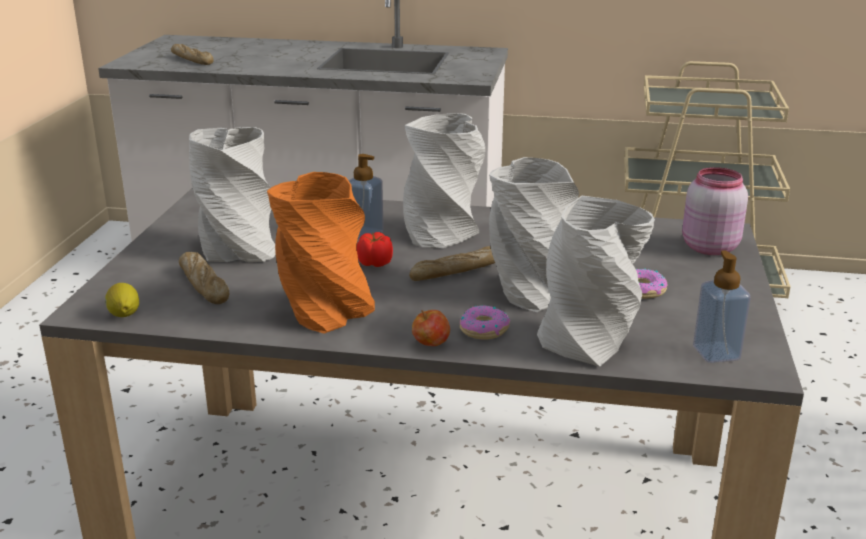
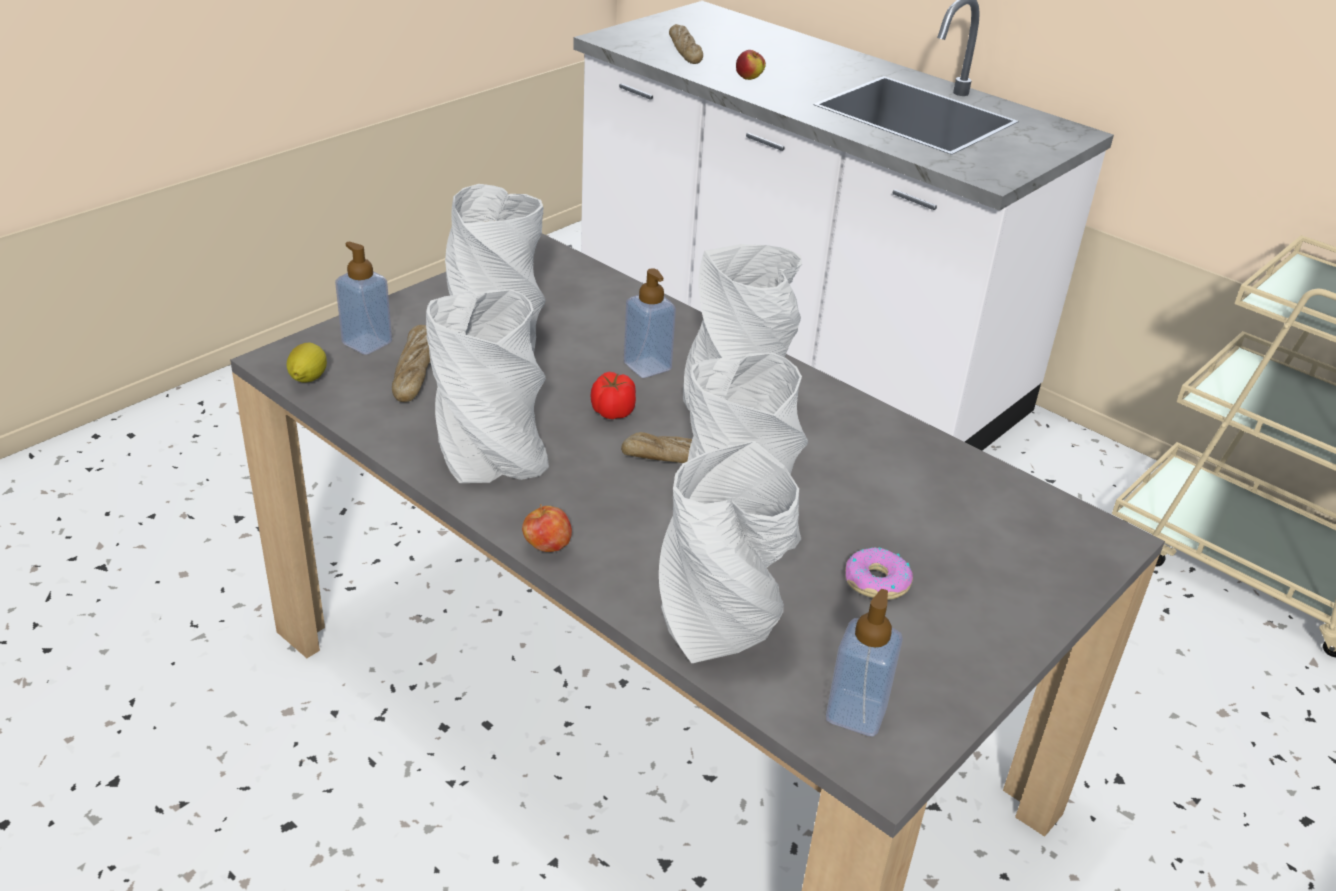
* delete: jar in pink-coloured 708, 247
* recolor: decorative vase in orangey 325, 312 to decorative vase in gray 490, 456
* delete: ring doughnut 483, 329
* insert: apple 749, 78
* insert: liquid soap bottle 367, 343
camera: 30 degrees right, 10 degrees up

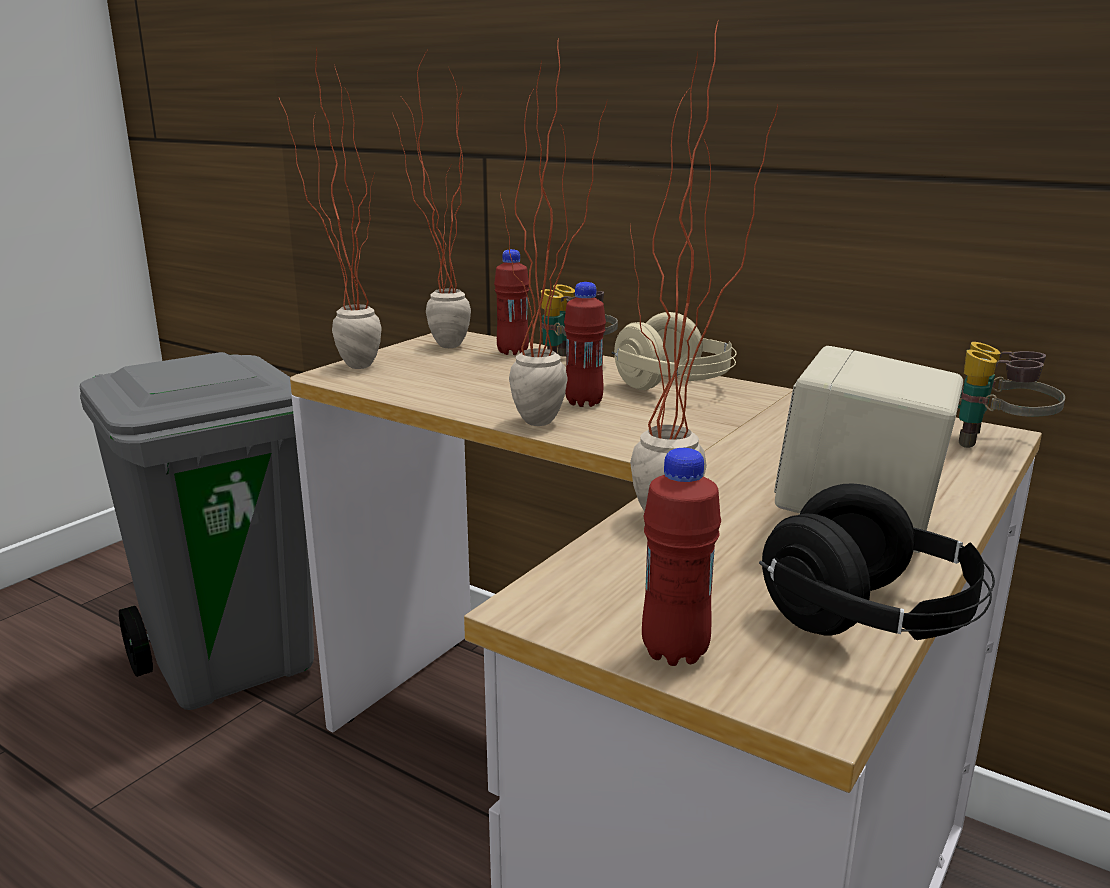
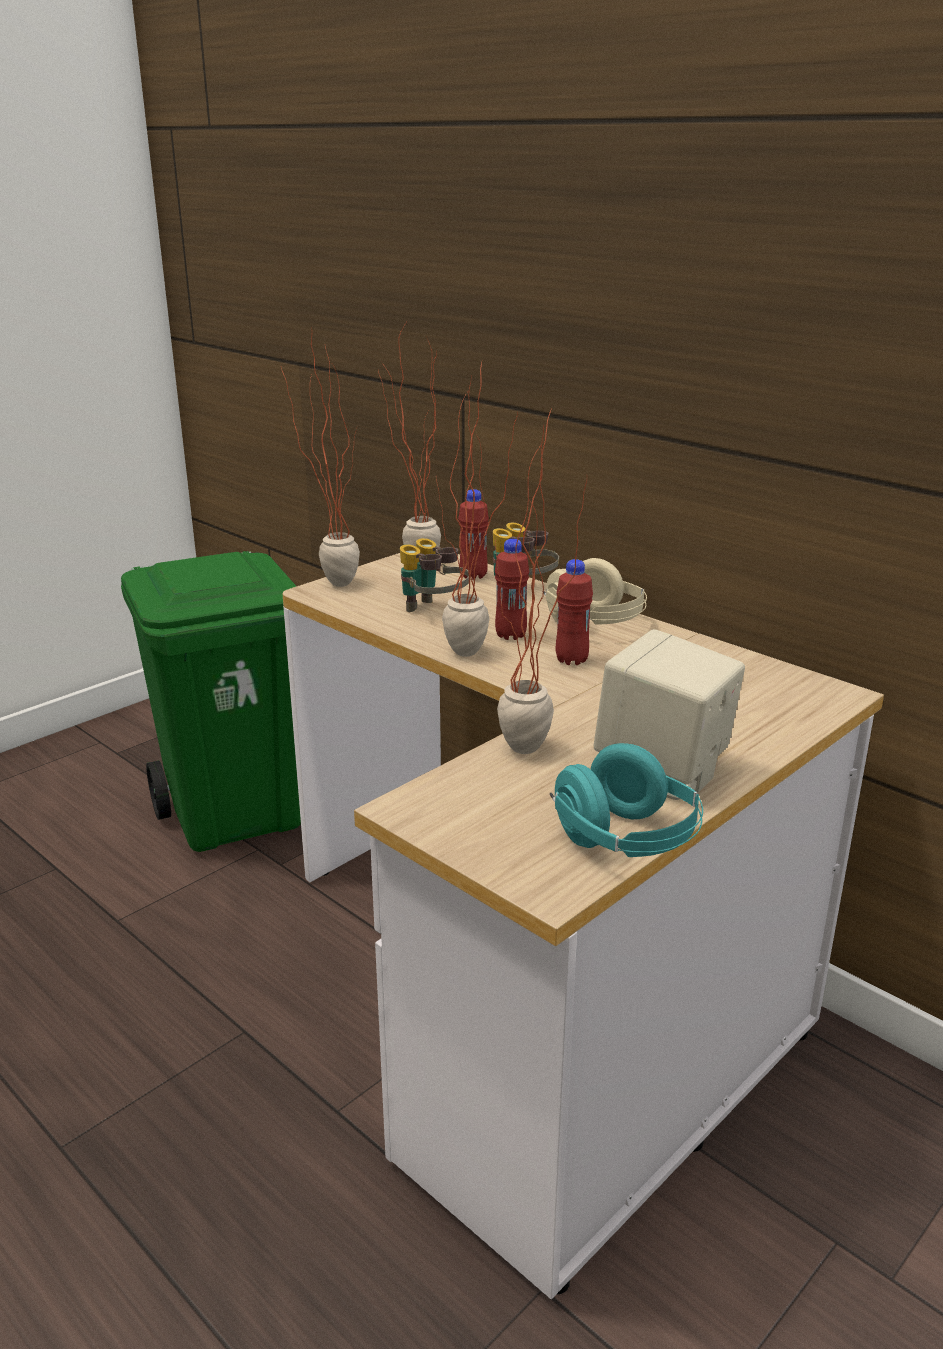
* move: pair of binoculars 996, 444 to 432, 611
* recolor: waste bin in gray 234, 662 to waste bin in greenish 237, 815
* move: drink bottle in reddish 675, 652 to 571, 660
* recolor: pair of headphones in blackish 870, 621 to pair of headphones in turquoise-coloured 626, 841
camera: 10 degrees right, 5 degrees up

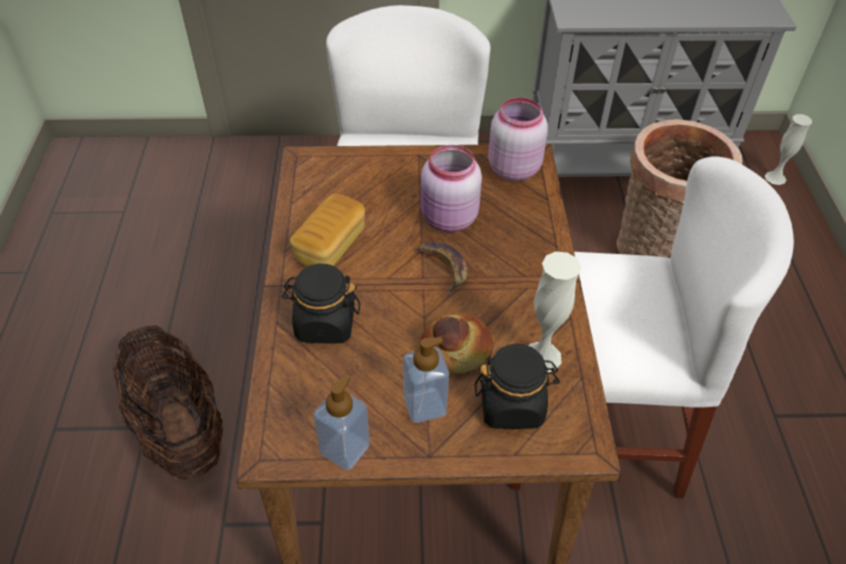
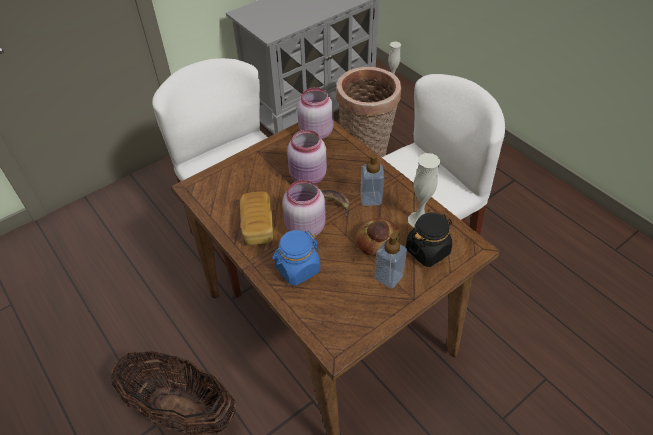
* recolor: jar in blackish 324, 324 to jar in blue 297, 269
* move: liquid soap bottle 345, 449 to 371, 198
* insert: jar in pink-coloured 304, 228
camera: 35 degrees left, 0 degrees up

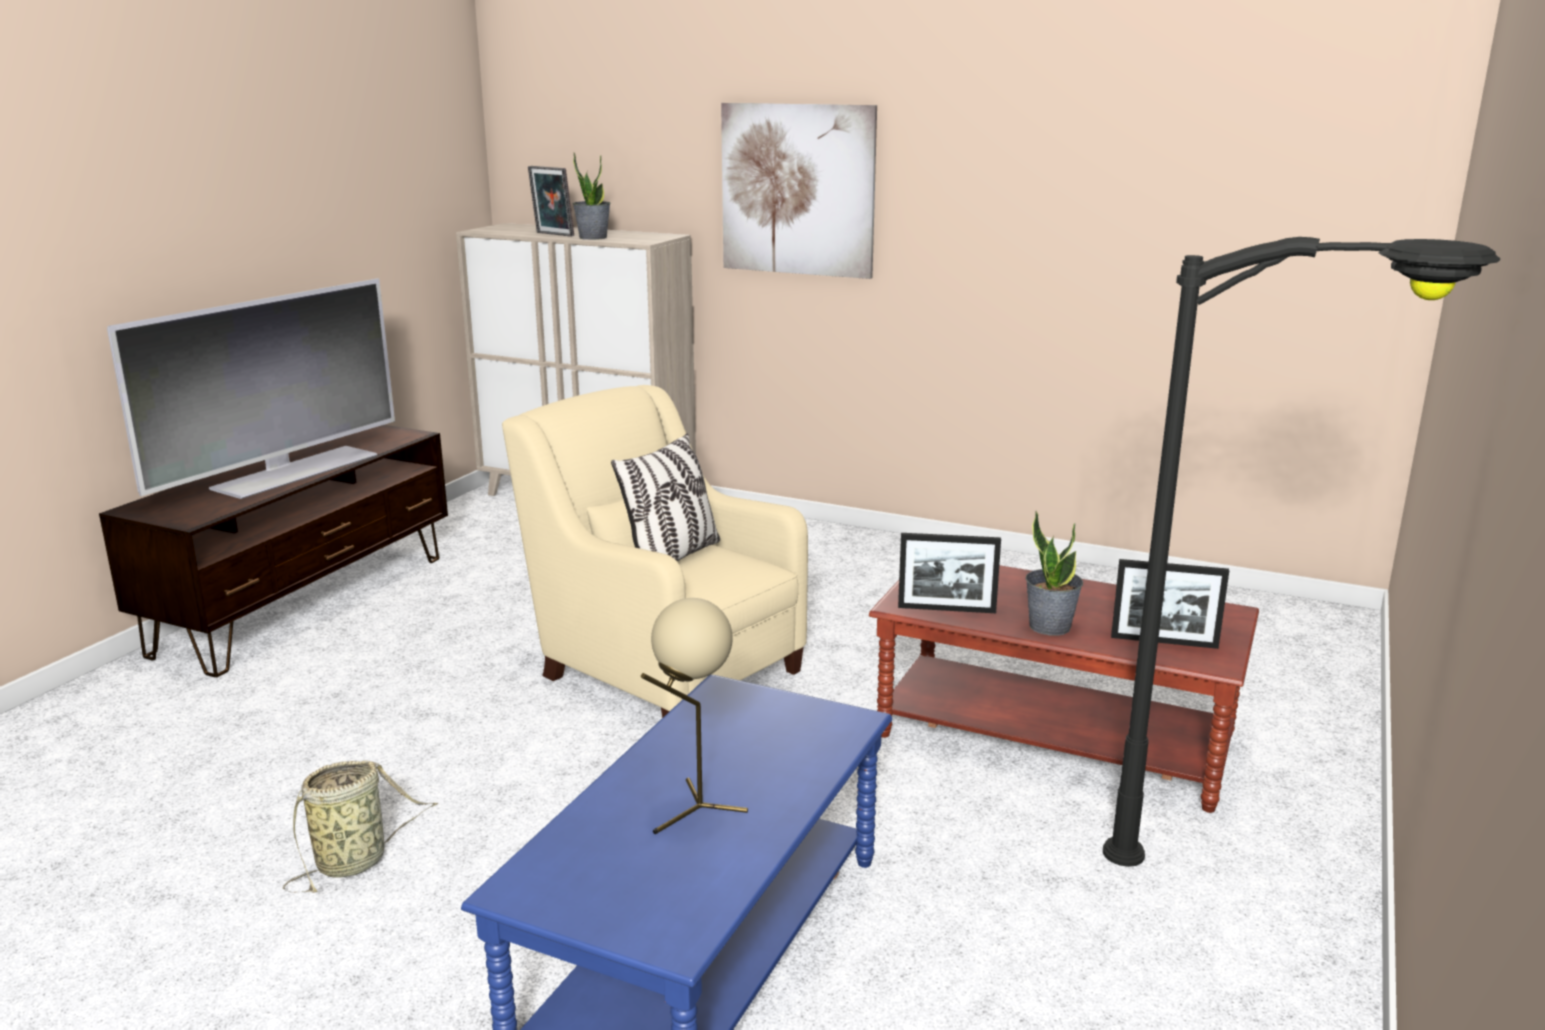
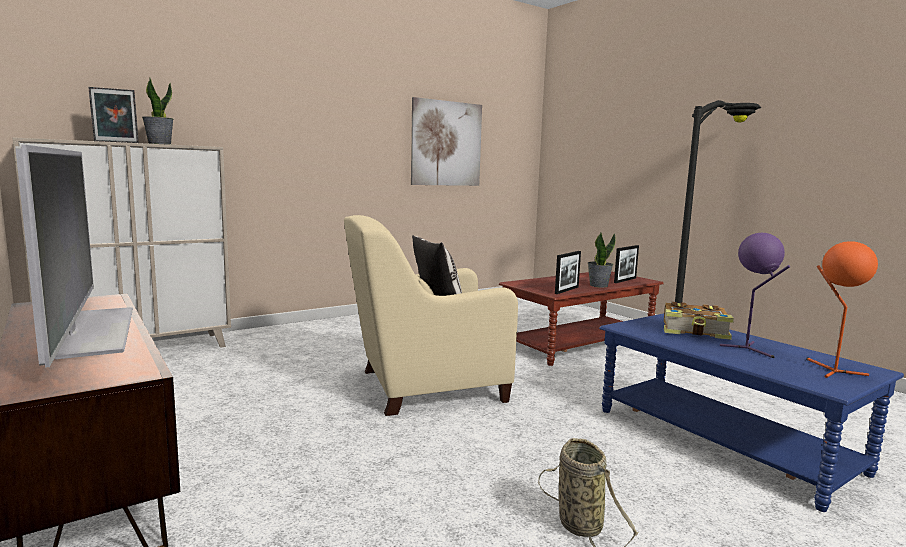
* move: wall picture 797, 190 to 446, 143
* recolor: lamp for a table in beige 694, 810 to lamp for a table in purplish 750, 349
* insert: lamp for a table in orangey 831, 370
* insert: bound book 695, 331
camera: 60 degrees left, 10 degrees down

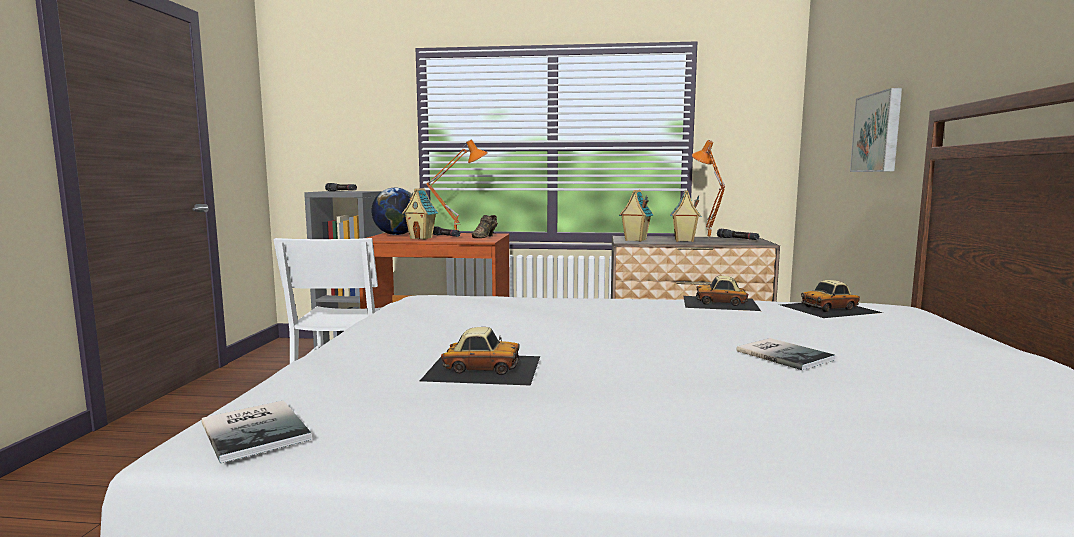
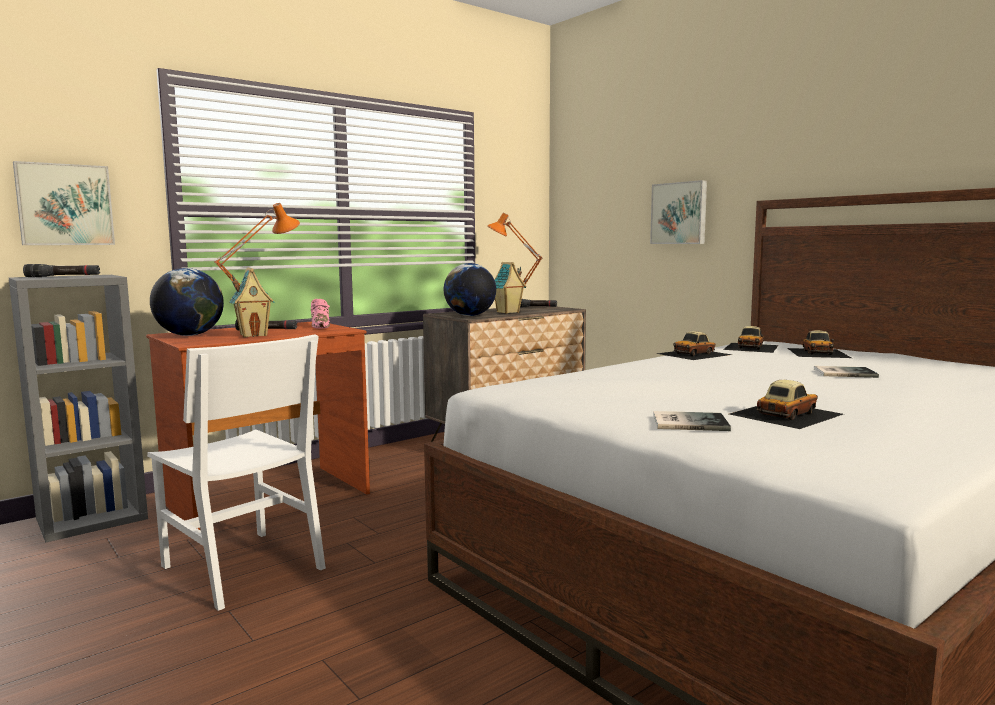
* replace: miniature house 635, 240 to world globe 470, 315
* recolor: shoe in brown 485, 237 to shoe in pink-coloured 320, 326
* move: bound book 258, 430 to 687, 422
* insert: wall picture 65, 205
* insert: model car 818, 352
camera: 45 degrees left, 0 degrees up

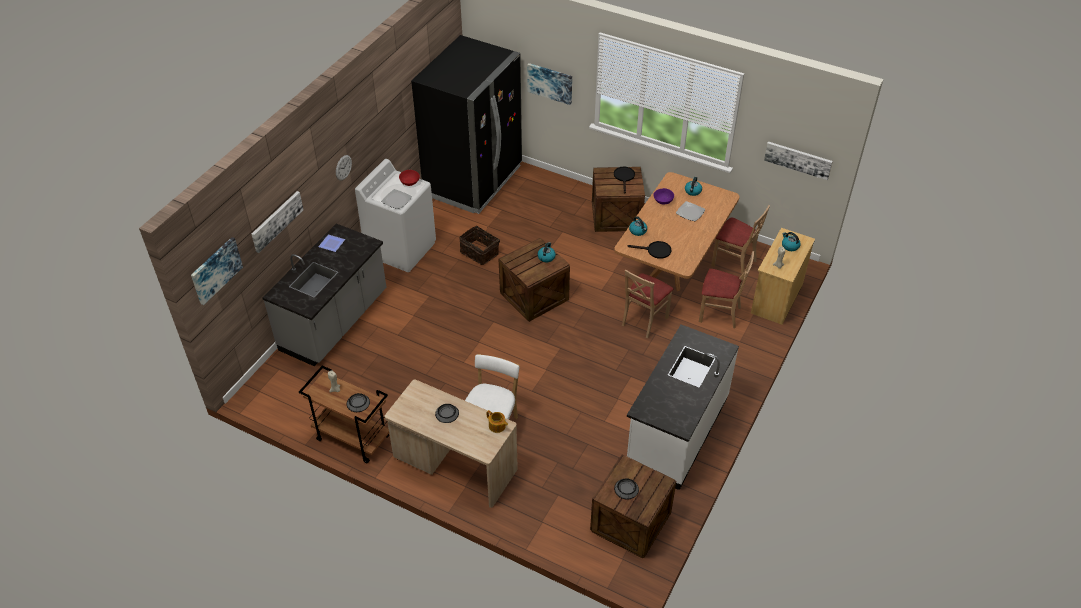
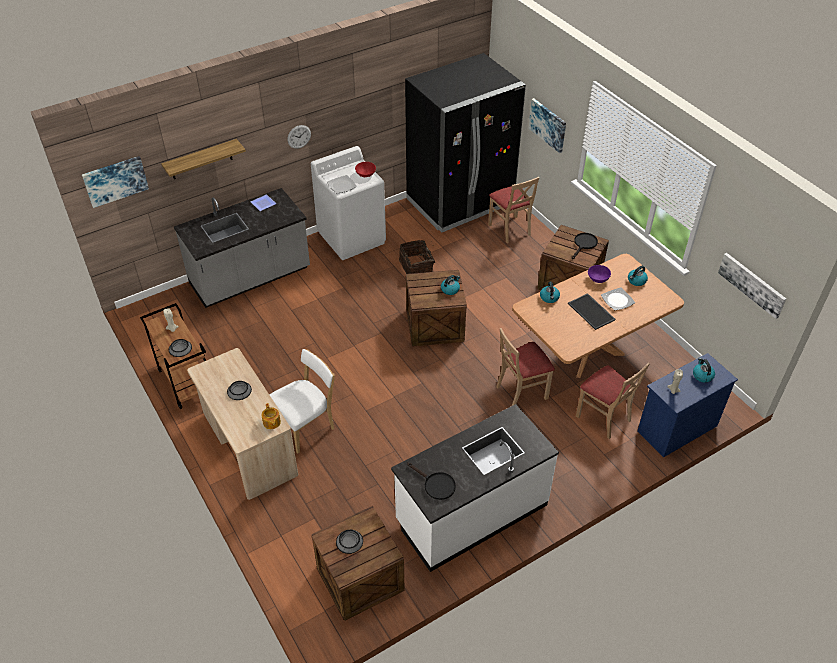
* replace: wall picture 276, 221 to shelf 201, 160
* move: chair in beige 734, 262 to 510, 229
* recolor: dresser in beige 776, 299 to dresser in blue 676, 428
* move: skillet in blackish 655, 251 to 435, 485
* insert: serving tray 592, 311
camera: 30 degrees right, 0 degrees up

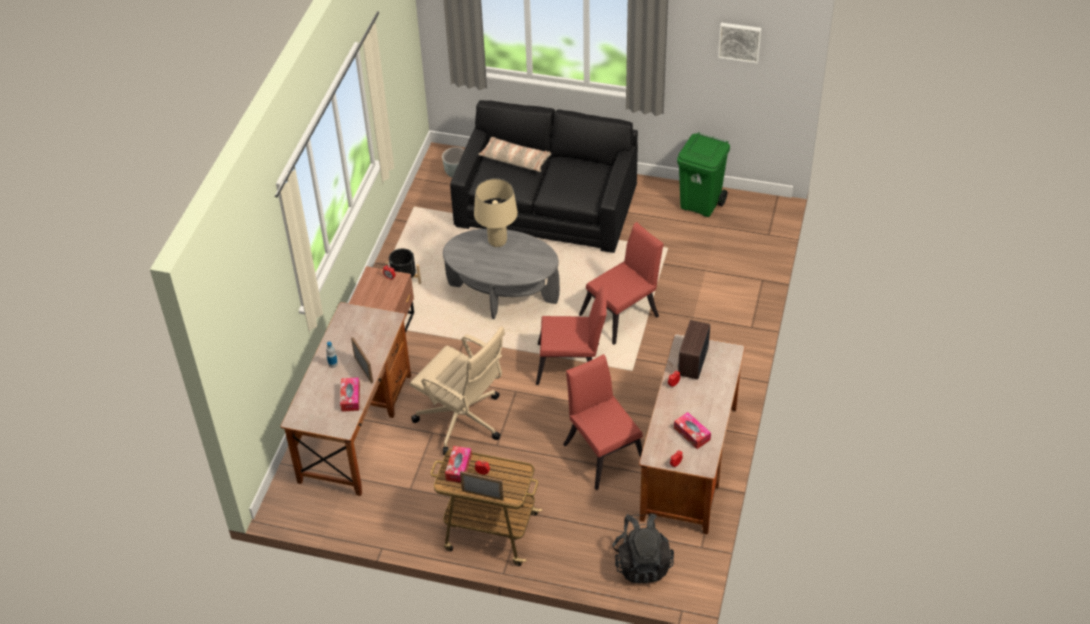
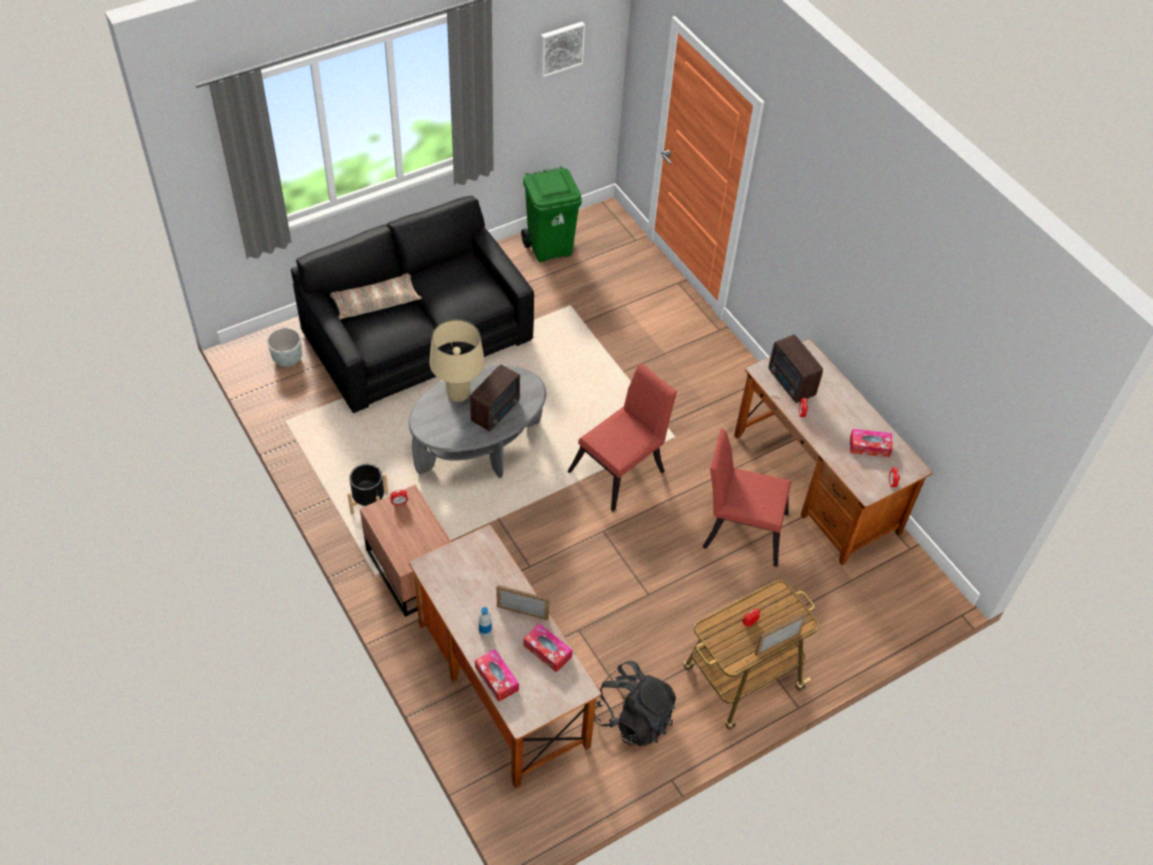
* delete: chair in reddish 623, 314
* delete: office chair in beige 463, 421
* move: tissue box 458, 468 to 496, 678
* move: backpack in blackish 642, 563 to 633, 717
* insert: radio receiver 497, 411
camera: 50 degrees left, 5 degrees up

